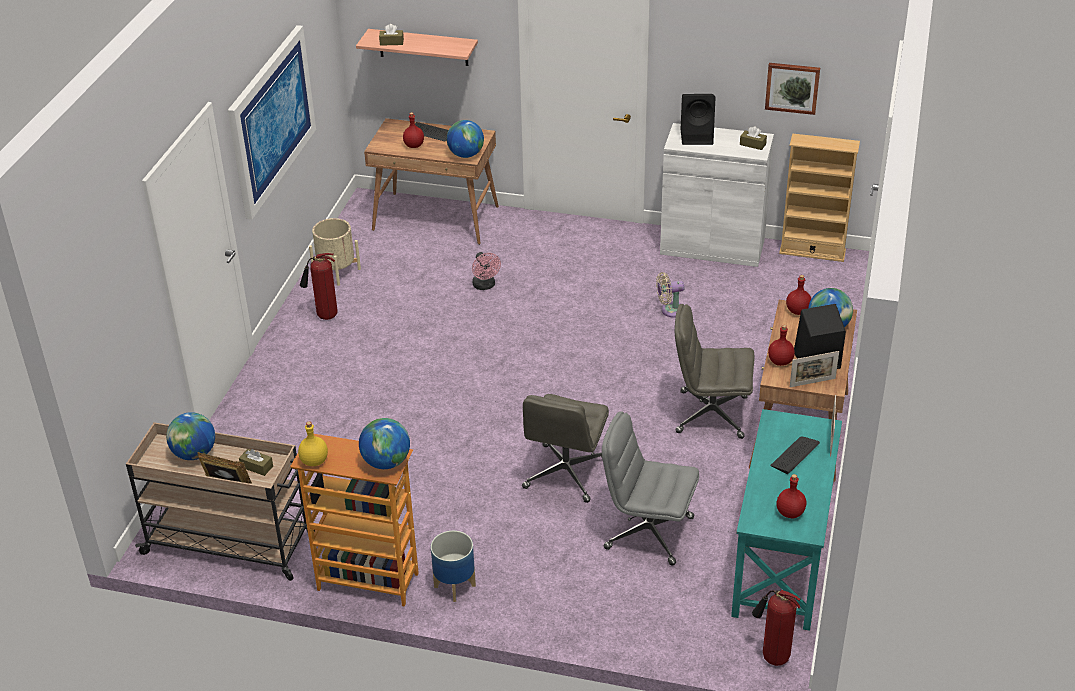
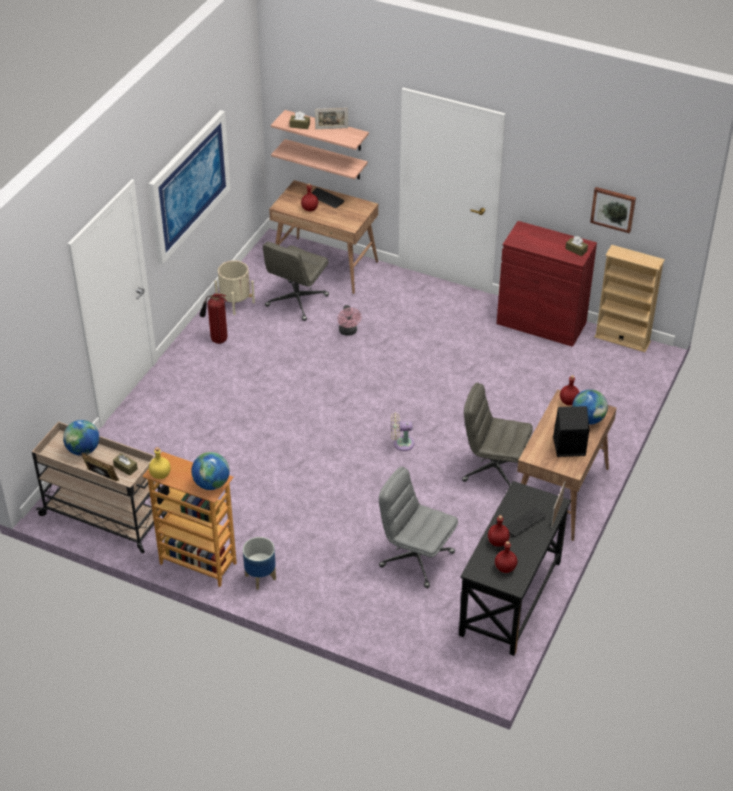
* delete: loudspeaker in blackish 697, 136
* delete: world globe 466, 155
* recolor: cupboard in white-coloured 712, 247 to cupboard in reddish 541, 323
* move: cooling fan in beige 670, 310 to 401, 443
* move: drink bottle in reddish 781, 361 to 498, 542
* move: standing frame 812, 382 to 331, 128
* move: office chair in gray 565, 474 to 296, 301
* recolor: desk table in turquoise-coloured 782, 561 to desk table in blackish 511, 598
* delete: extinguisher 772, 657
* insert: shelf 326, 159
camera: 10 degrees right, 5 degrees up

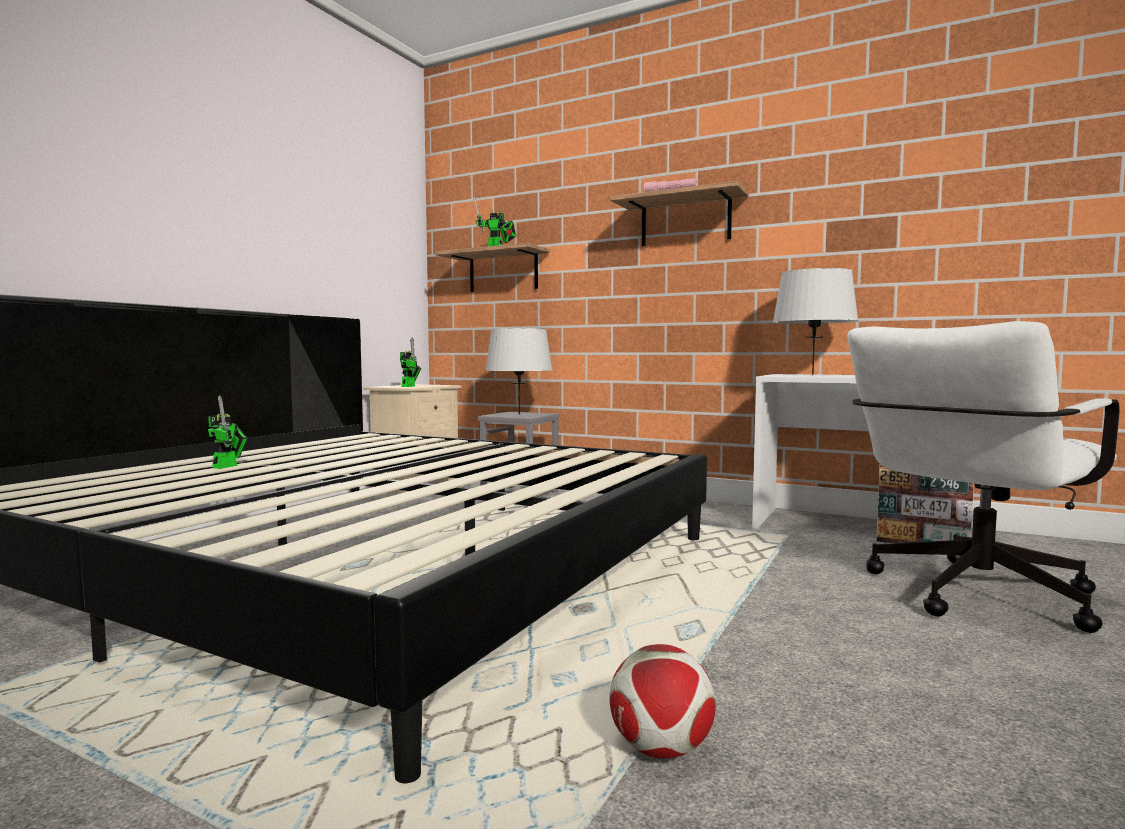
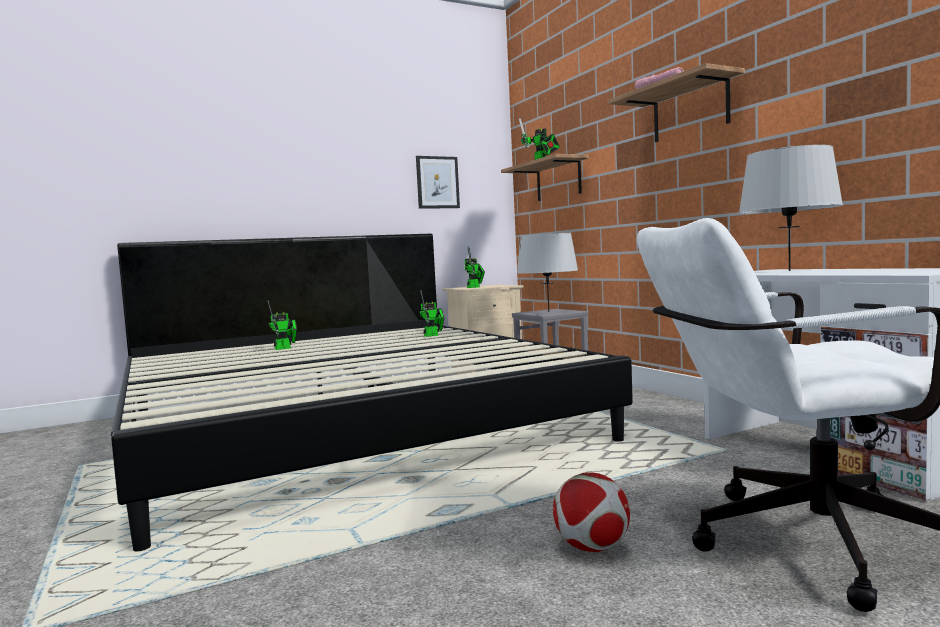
* move: football ball 661, 749 to 592, 548
* insert: wall picture 437, 182
* insert: toy robot 433, 335
camera: 35 degrees right, 0 degrees up

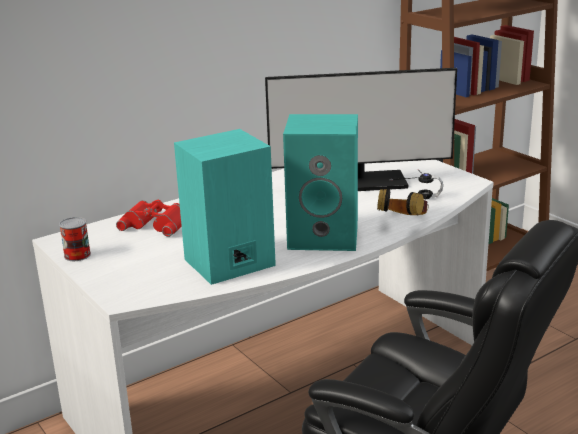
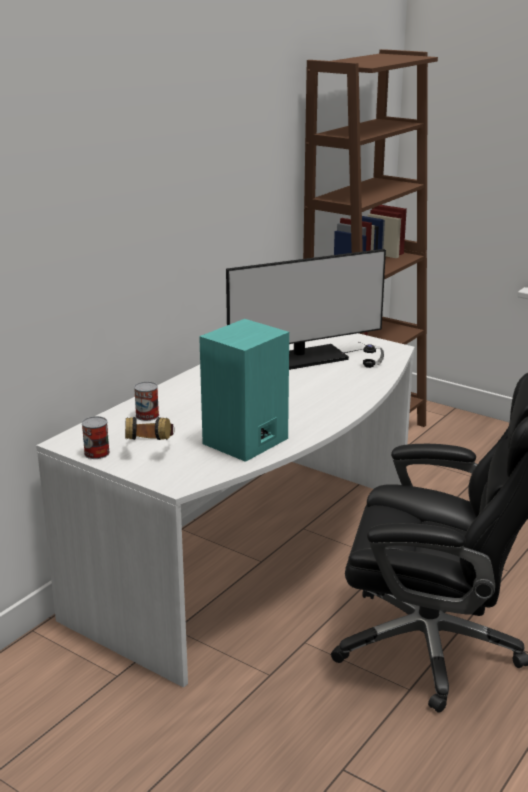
* delete: loudspeaker in turquoise-coloured 325, 236
* move: pair of headphones 403, 223 to 150, 448
* replace: pair of binoculars in reddish 156, 223 to sealed can 147, 415
camera: 20 degrees left, 0 degrees up

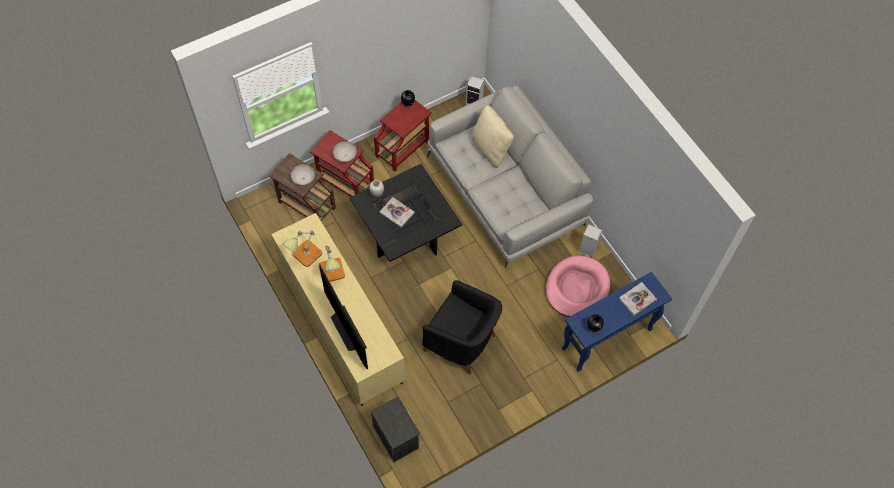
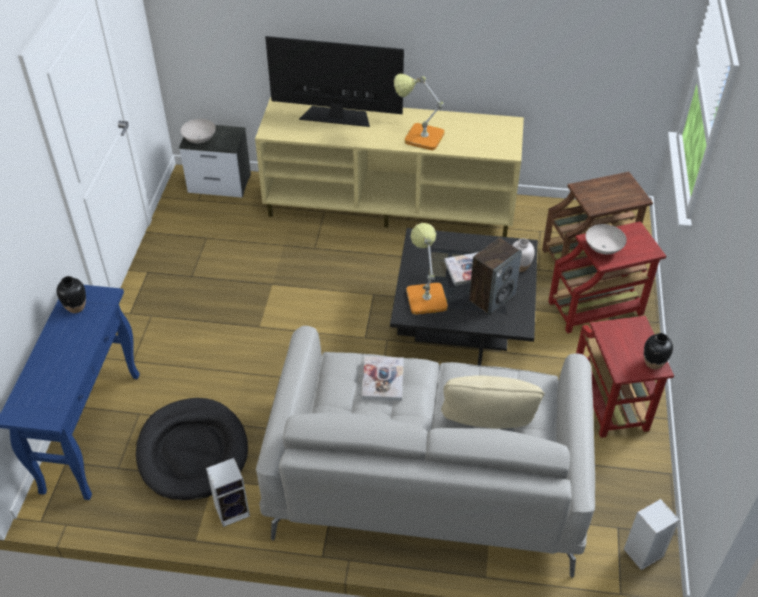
* move: serving bowl in white-coloured 304, 179 to 199, 140
* move: lamp for a table 304, 256 to 425, 295
* recolor: dog cushion in pink-coloured 577, 288 to dog cushion in blackish 192, 452
* delete: lounge chair in blackish 461, 343
* move: bound book 637, 299 to 383, 379
* insert: loudspeaker 492, 298
camera: 130 degrees right, 15 degrees down

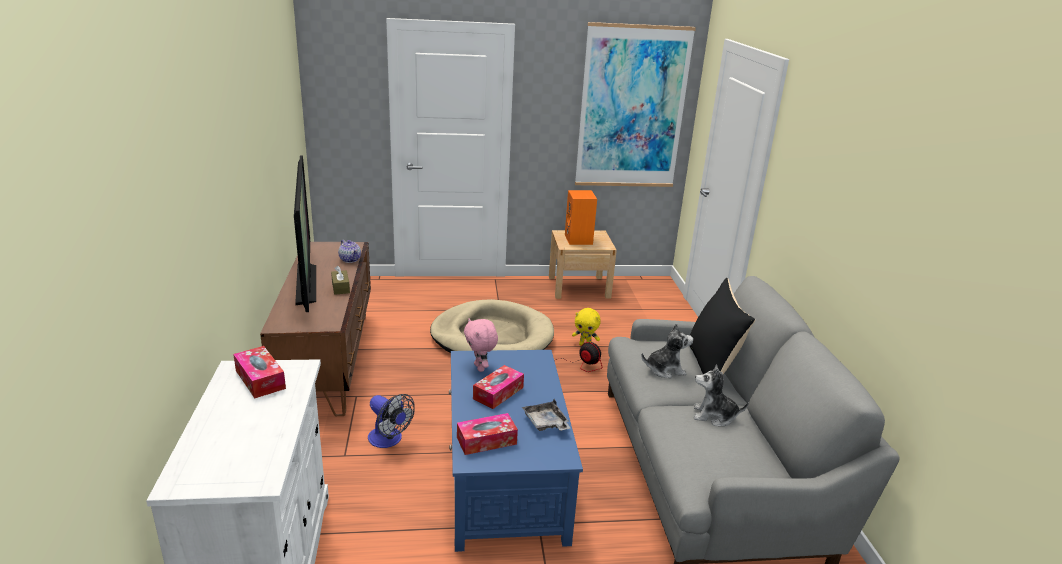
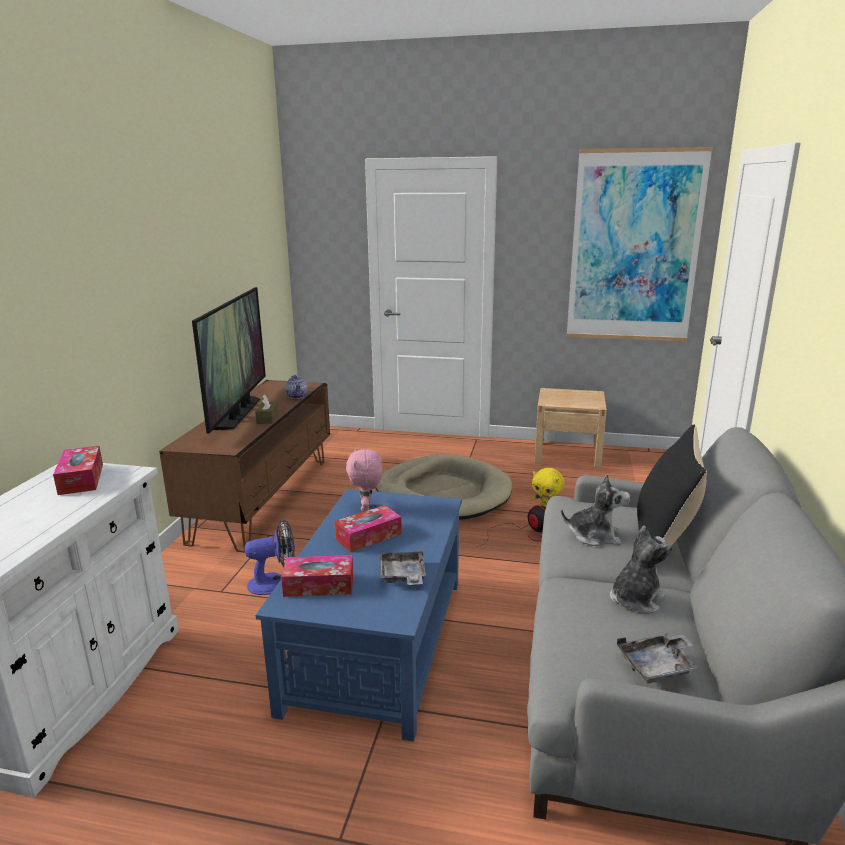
* delete: loudspeaker in orangey 579, 240
* rotate: plush toy 714, 416 = 635, 599 105 degrees clockwise
* rotate: cooling fan 389, 440 = 274, 583 75 degrees counterclockwise
* insert: serving tray in gray 658, 666
camera: 20 degrees right, 5 degrees down

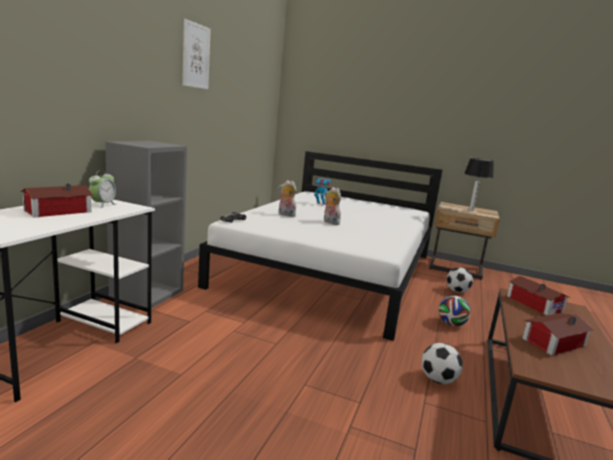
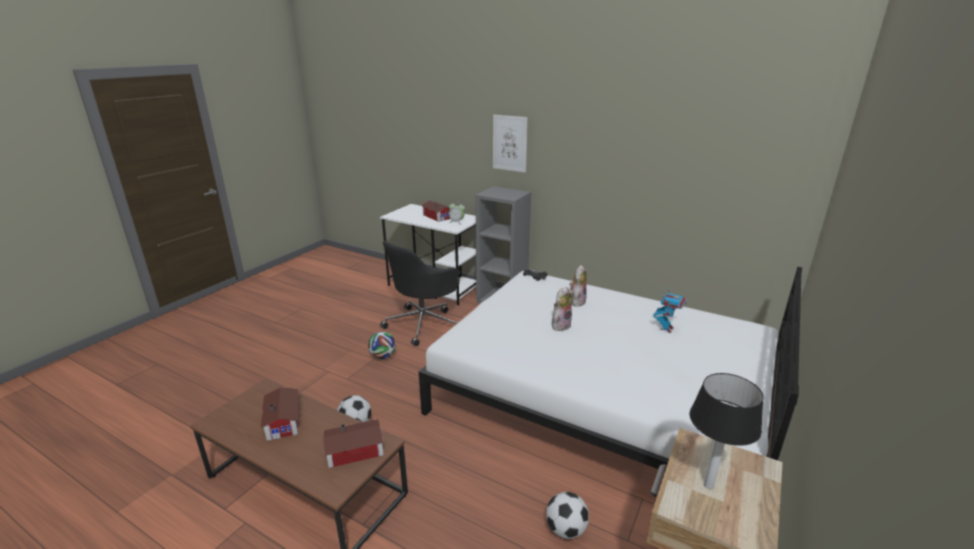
* move: wall picture 196, 56 to 510, 143
* move: football ball 451, 324 to 383, 356
* insert: office chair in blackish 424, 324
camera: 100 degrees right, 10 degrees up

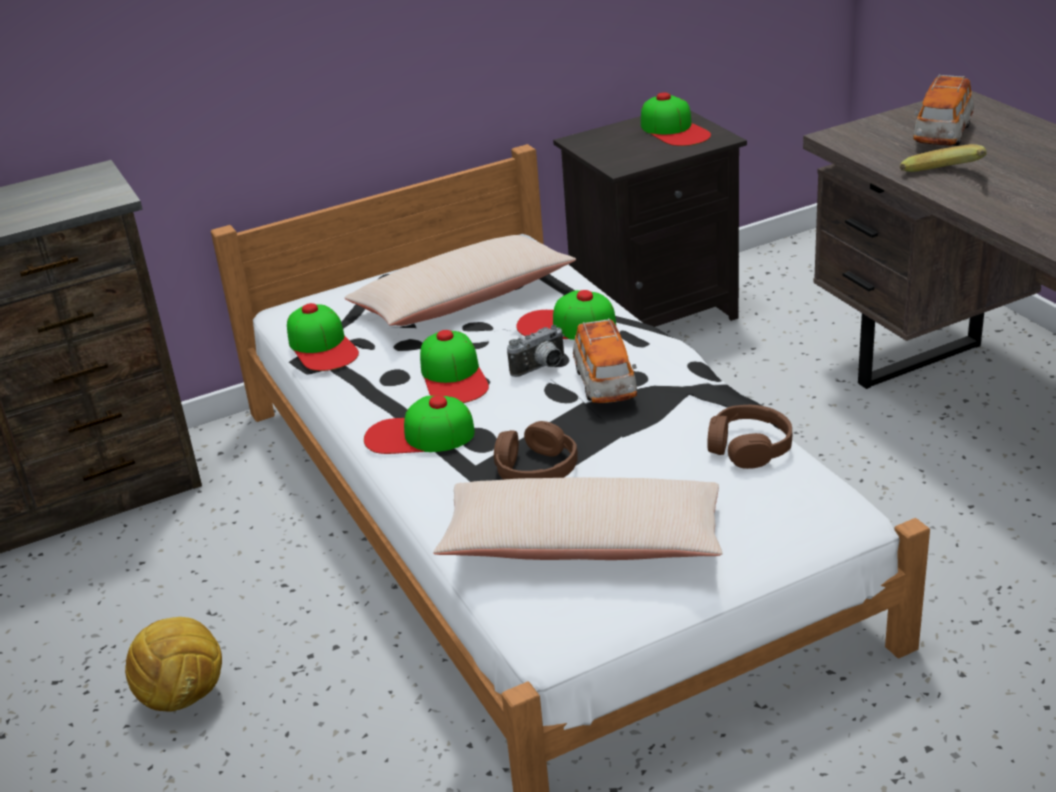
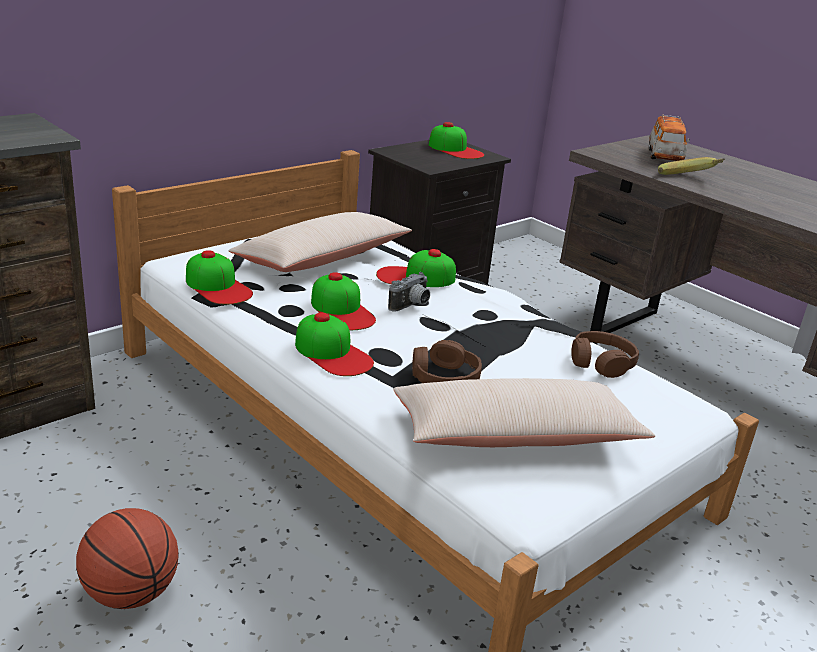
* delete: model car 605, 384
* rotate: peaked cap 419, 435 = 333, 353 120 degrees counterclockwise
* replace: football ball 184, 697 to ball for basketball 130, 594
camera: 20 degrees left, 5 degrees down

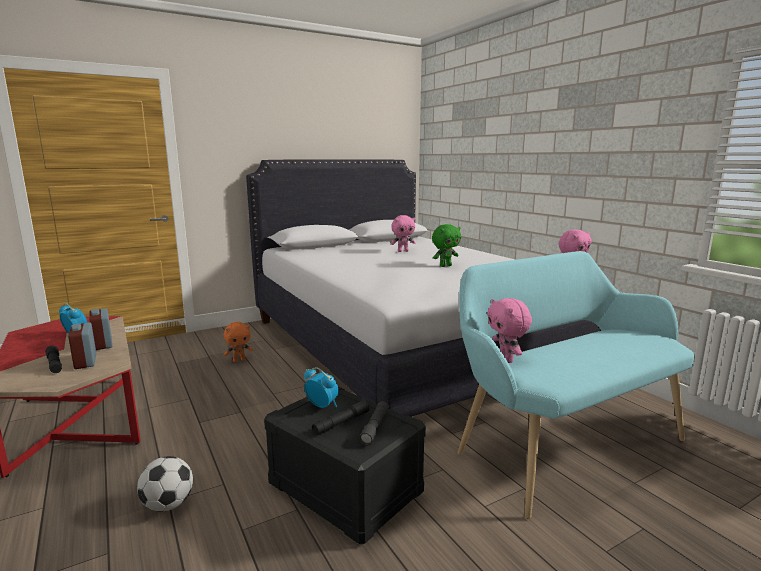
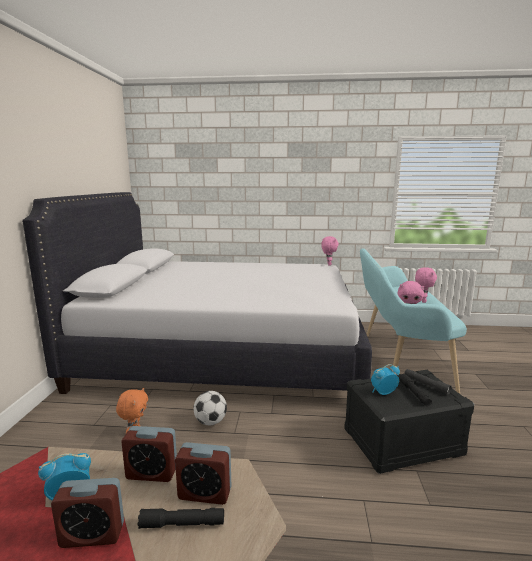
* move: plush toy in pink-coloured 403, 251 to 422, 301
* delete: plush toy in greenish 445, 266
* move: football ball 168, 504 to 210, 422
* insert: table clock 92, 535
camera: 55 degrees left, 0 degrees up

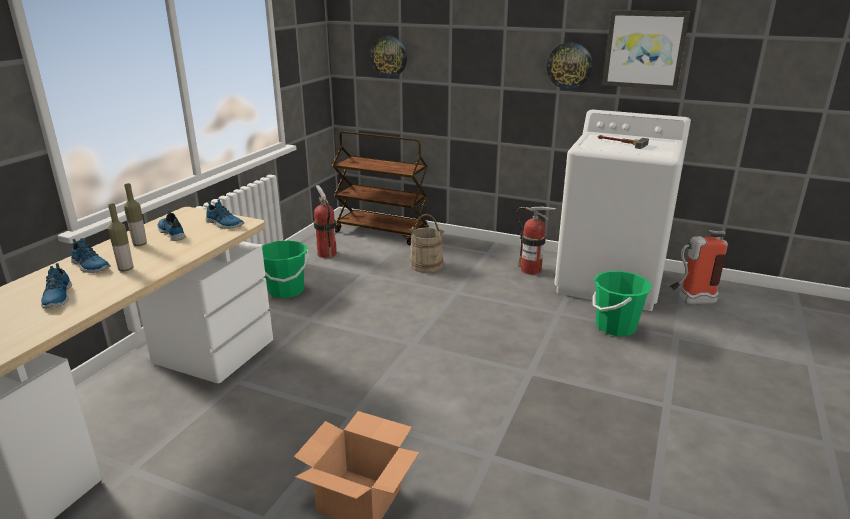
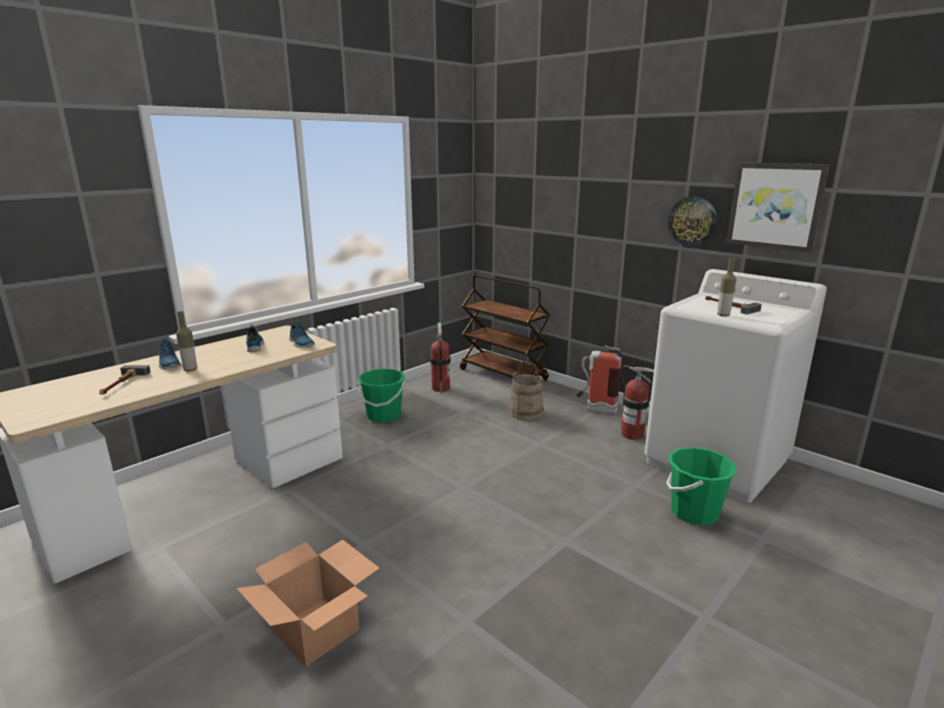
* delete: hanging clock 388, 56
* move: drink bottle 140, 244 to 723, 315
* move: extinguisher 690, 301 to 595, 410
* replace: shoe 57, 297 to hand hammer 120, 384
camera: 20 degrees right, 5 degrees down

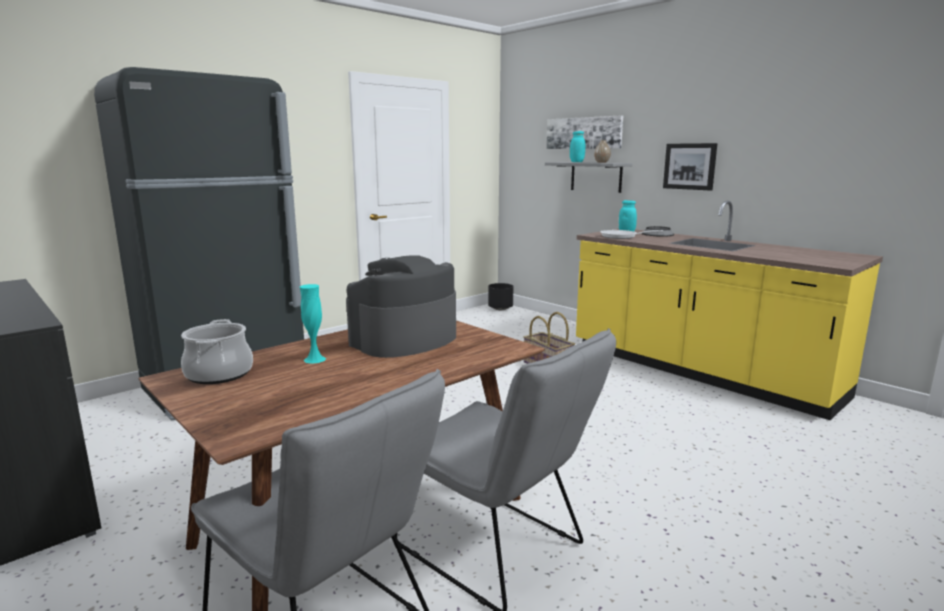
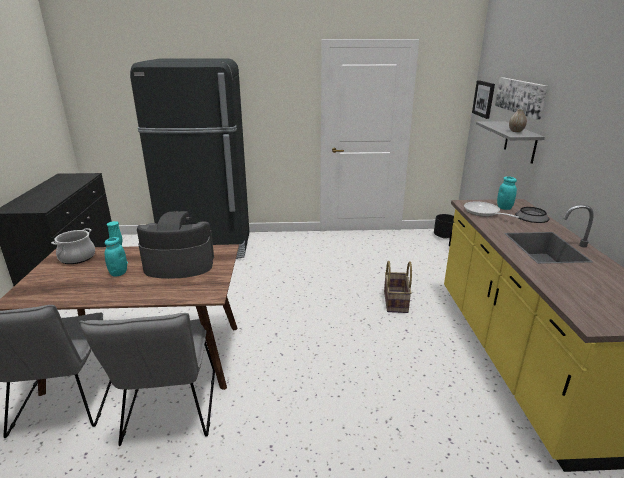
* move: jar in turquoise-coloured 576, 162 to 118, 273
* move: wall picture 690, 166 to 484, 99
camera: 40 degrees right, 10 degrees up

